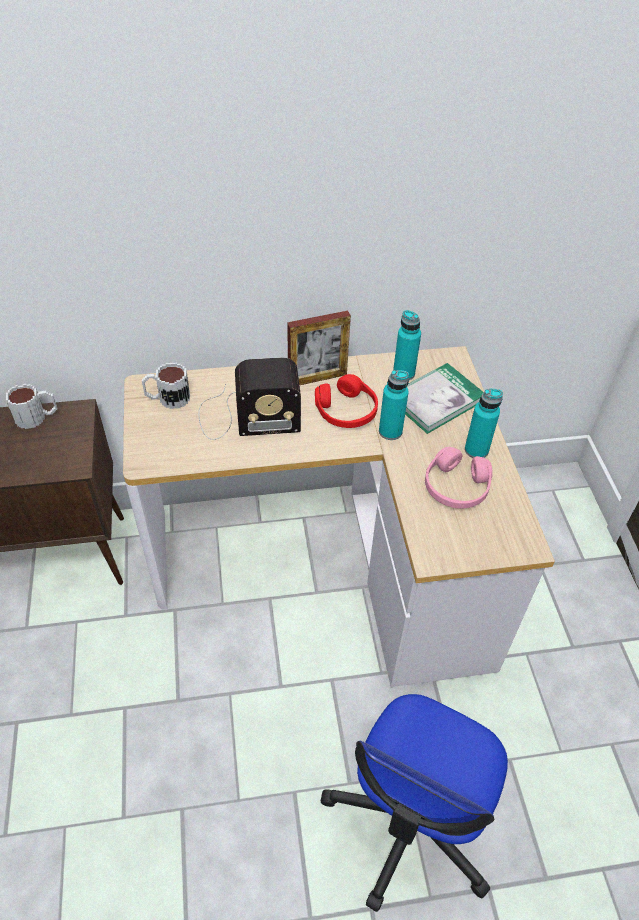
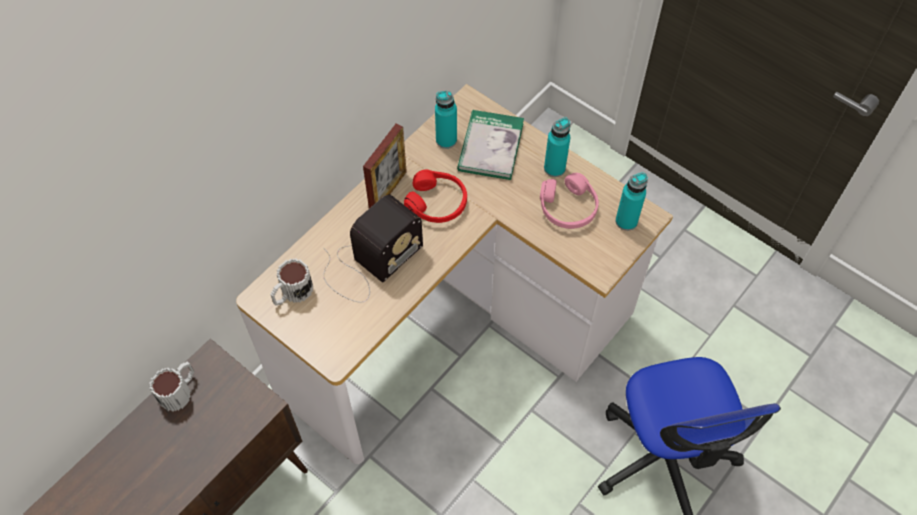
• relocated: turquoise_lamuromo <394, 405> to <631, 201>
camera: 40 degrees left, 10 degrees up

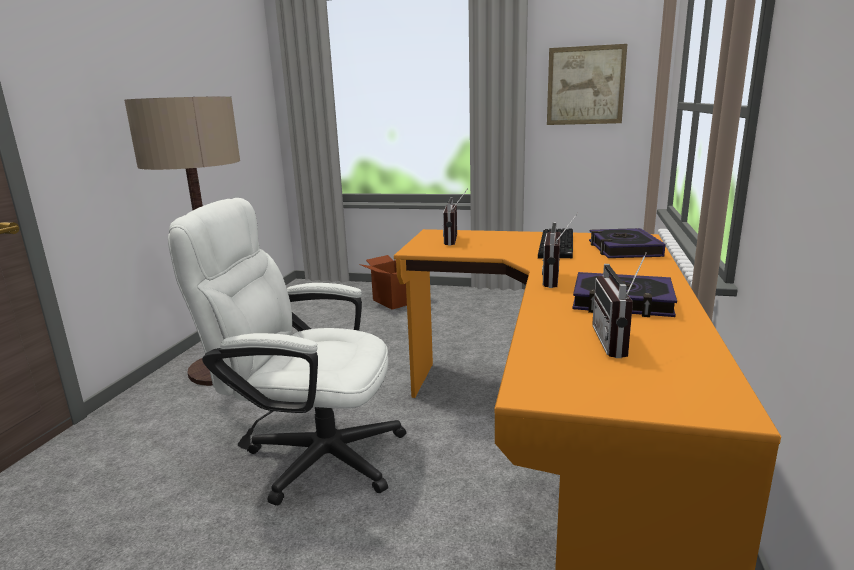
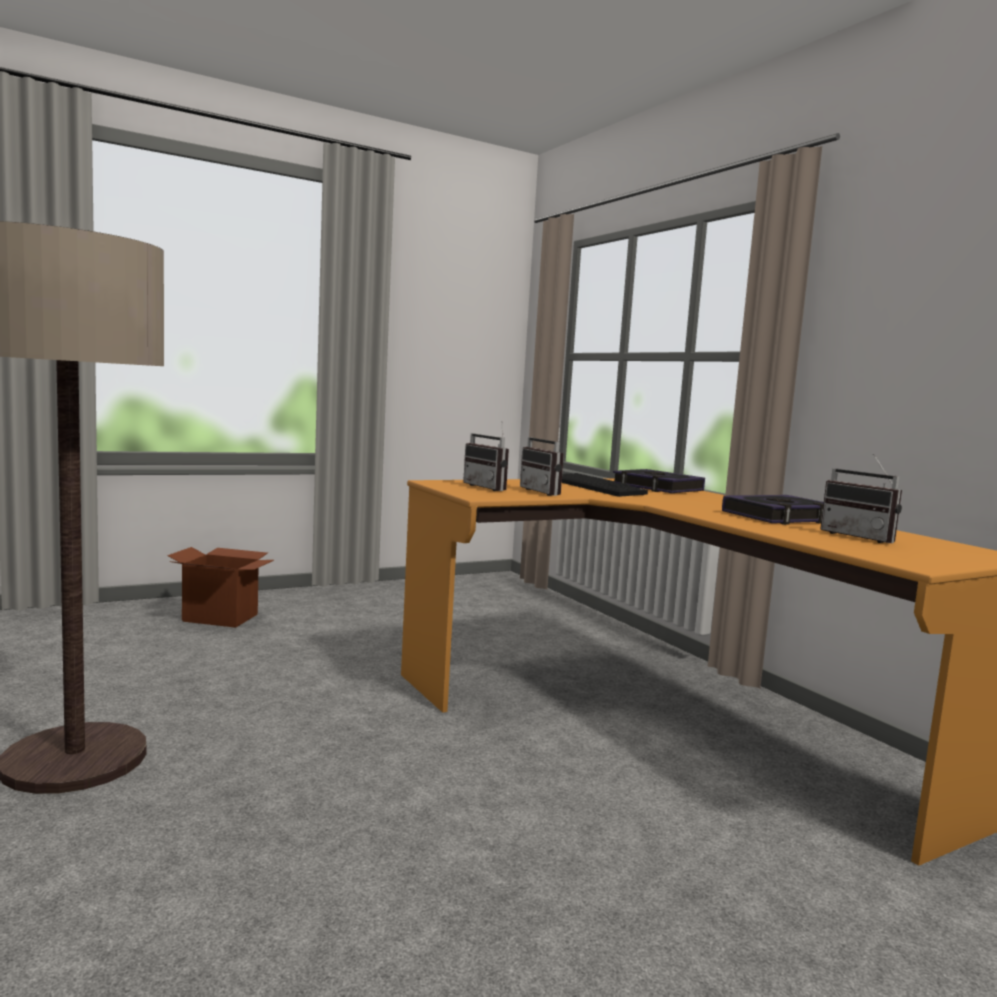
• missing: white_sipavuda <287, 351>
• relocated: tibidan <560, 250> to <542, 460>
• missing: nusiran <587, 84>
camera: 45 degrees left, 10 degrees down

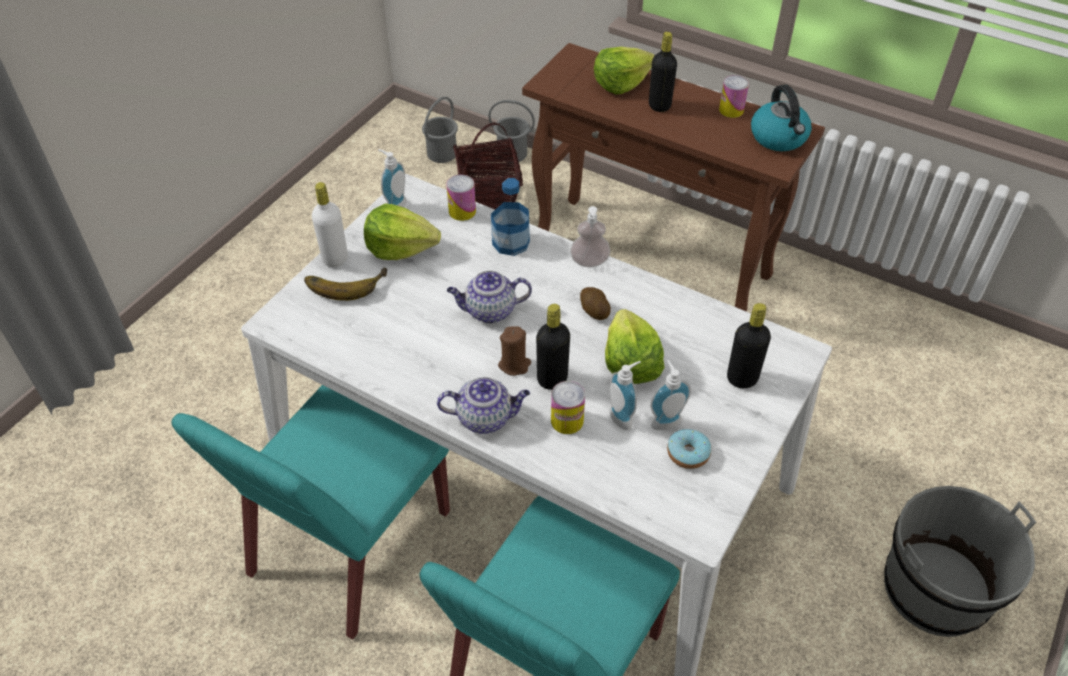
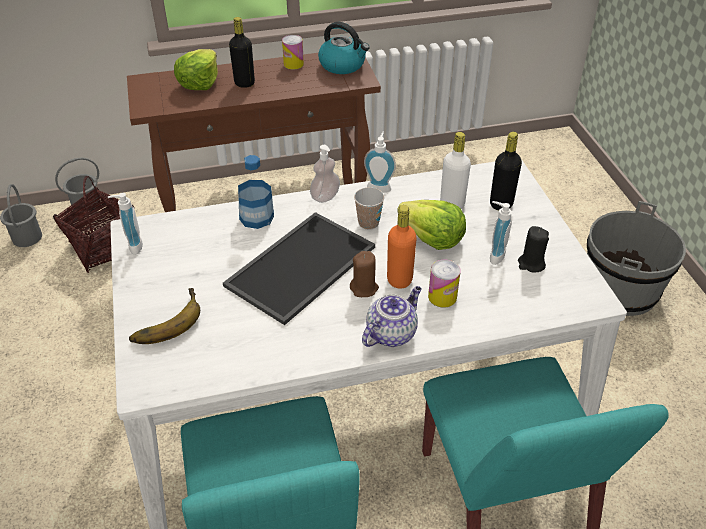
• relocated: white_lamuromo <330, 224> to <455, 170>
• missing: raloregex <402, 231>
• missing: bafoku <461, 198>
• exchanged: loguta <489, 296> to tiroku <299, 268>
• colour: black_lamuromo <553, 347> to orange_lamuromo <402, 247>
• exchanged: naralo <595, 303> to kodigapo <369, 208>
• relocated: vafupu <625, 395> to <380, 162>
• exchanged: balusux <689, 449> to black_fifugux <533, 249>
camera: 45 degrees left, 5 degrees down

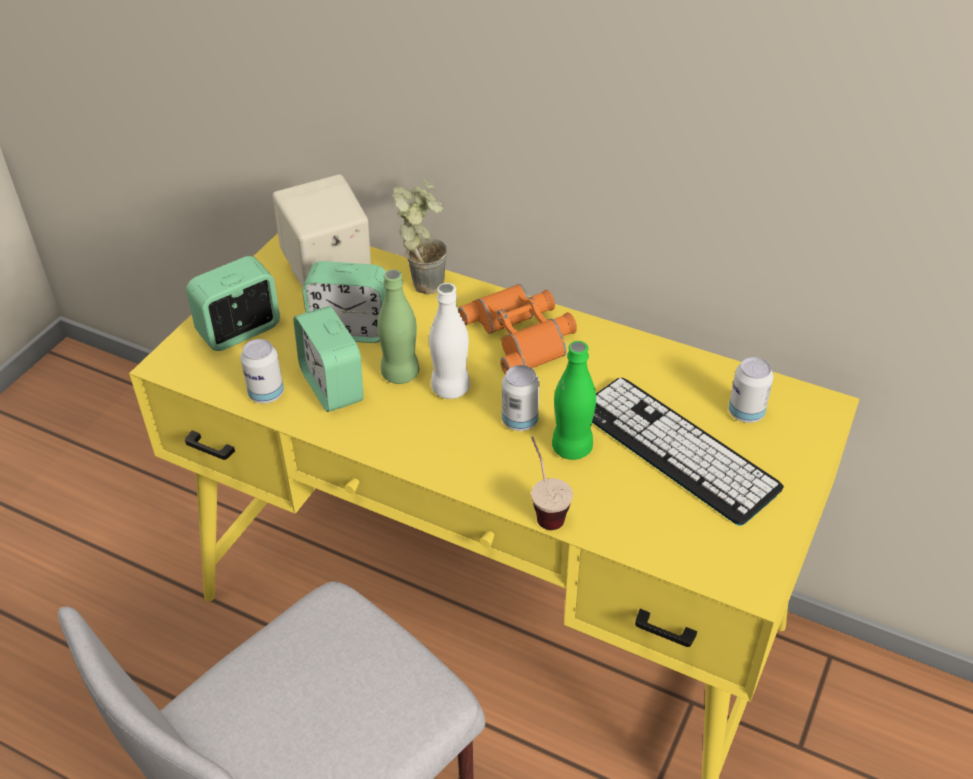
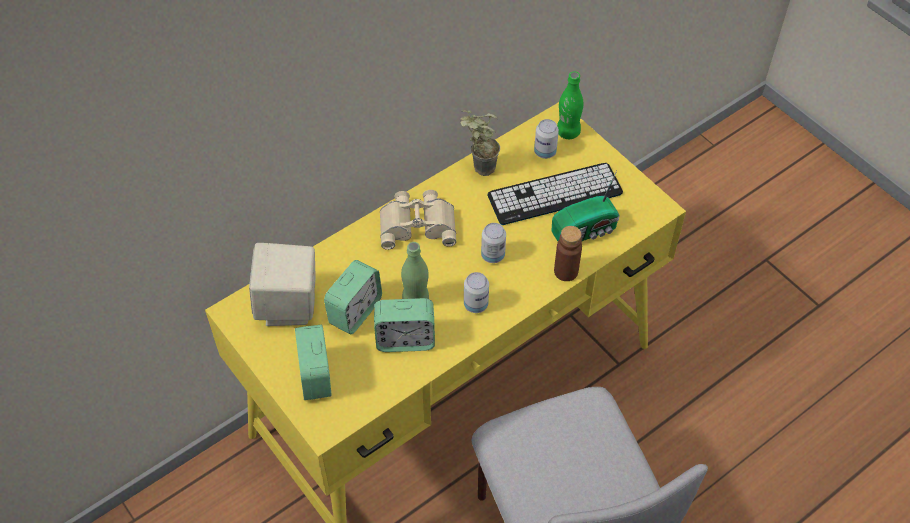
• relocated: bafoku <262, 371> to <476, 292>
• relocated: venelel <420, 236> to <480, 143>
• missing: white_lamuromo <449, 341>
• colour: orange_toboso <517, 329> to beige_toboso <418, 220>
• exchanged: kodigapo <552, 483> to brown_lamuromo <568, 253>
• relocated: green_lamuromo <574, 400> to <570, 105>
• appeared: tibidan <586, 206>
camera: 65 degrees left, 10 degrees up

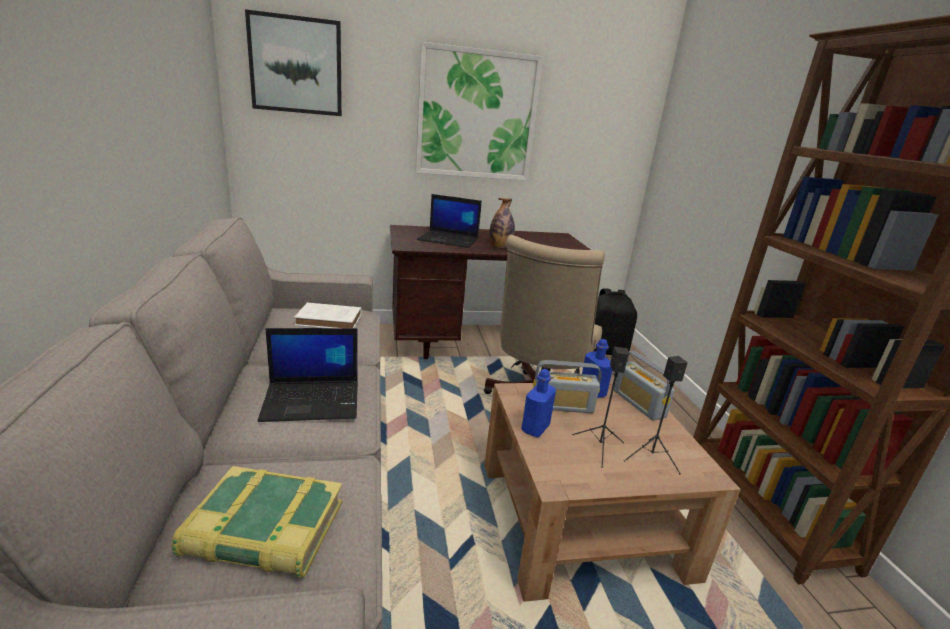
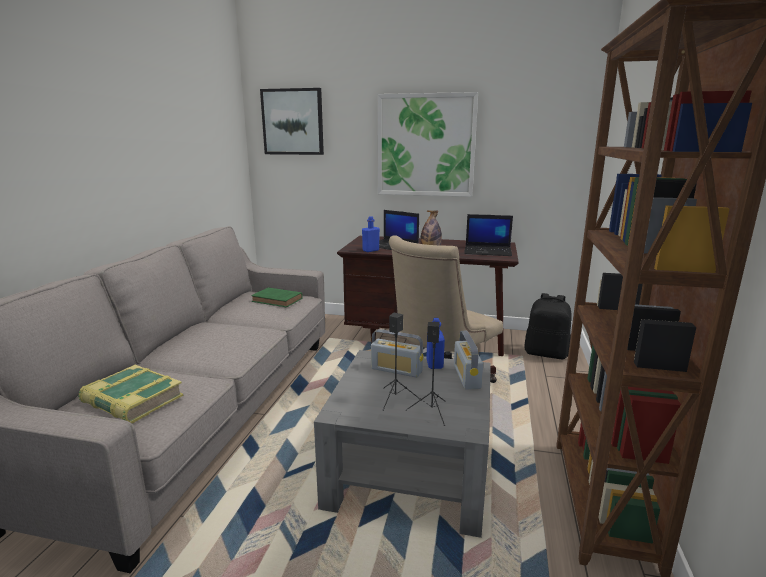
• relocated: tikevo <308, 375> to <488, 235>
• colour: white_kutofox <327, 315> to green_kutofox <277, 297>
• colour: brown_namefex <612, 492> to grey_namefex <402, 444>
• relocated: blue_lamuromo <539, 403> to <371, 234>
camera: 25 degrees right, 5 degrees down

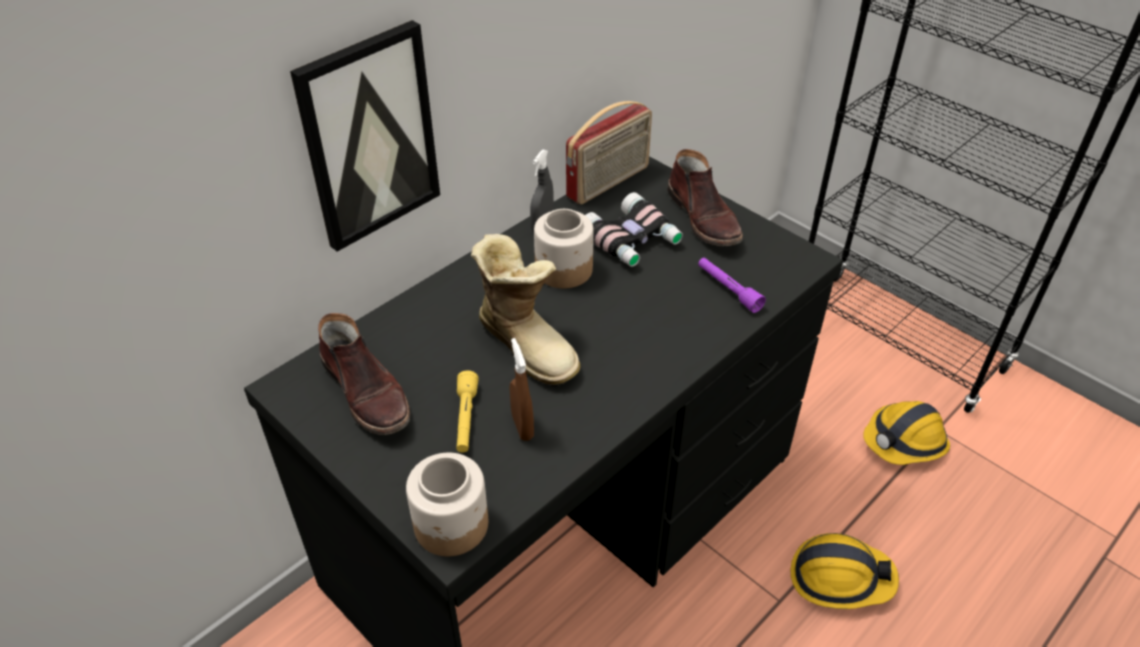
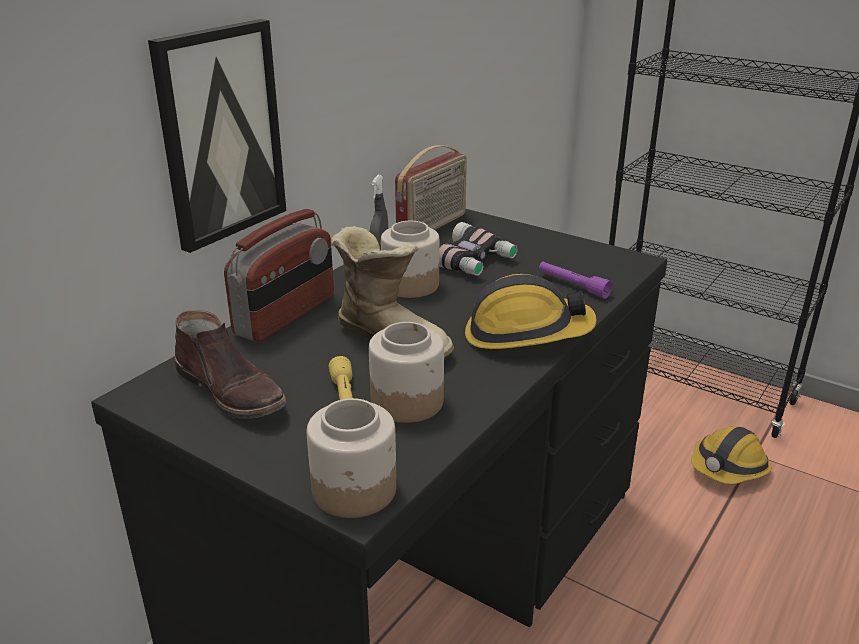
• exchanged: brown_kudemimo <522, 389> to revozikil <406, 372>
• missing: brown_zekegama <705, 197>
• relocated: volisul <844, 571> to <530, 311>
• appeared: tibidan <279, 275>
camera: 10 degrees left, 15 degrees down

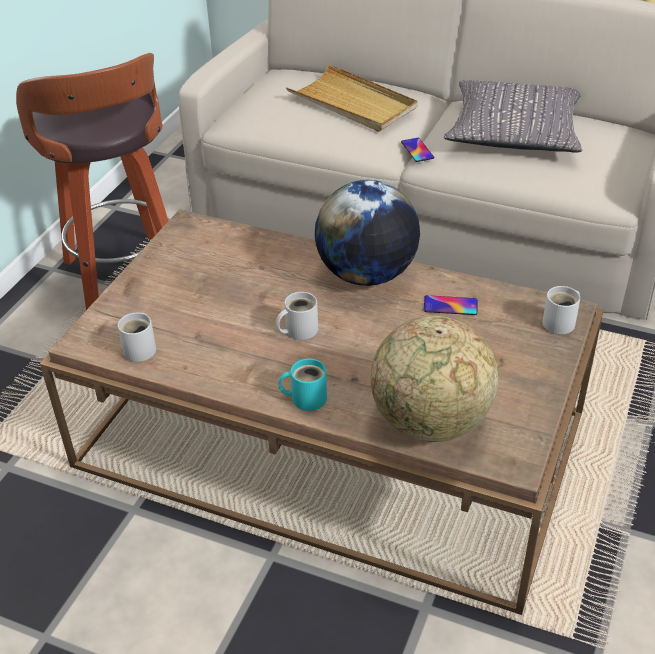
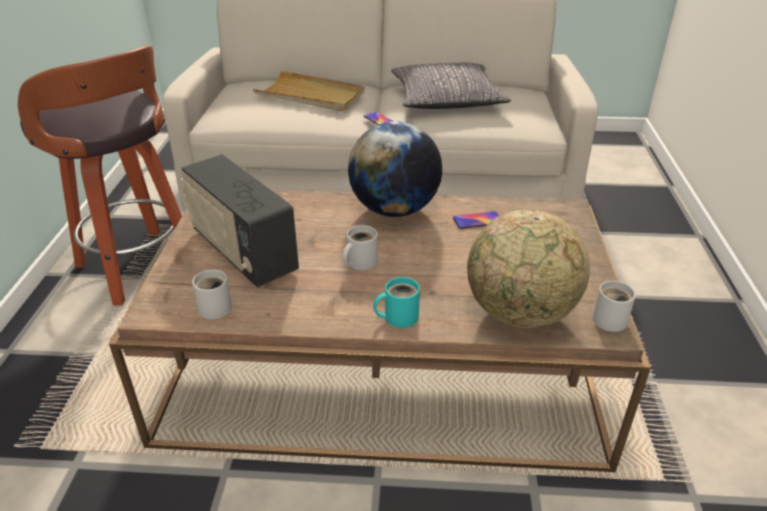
• relocated: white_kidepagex <561, 310> to <614, 306>
• appeared: tibidan <240, 220>
camera: 20 degrees left, 5 degrees down

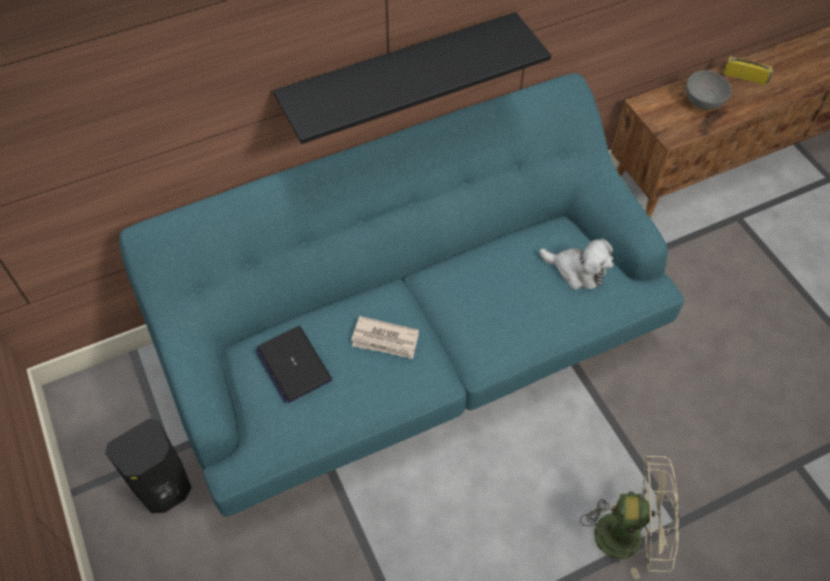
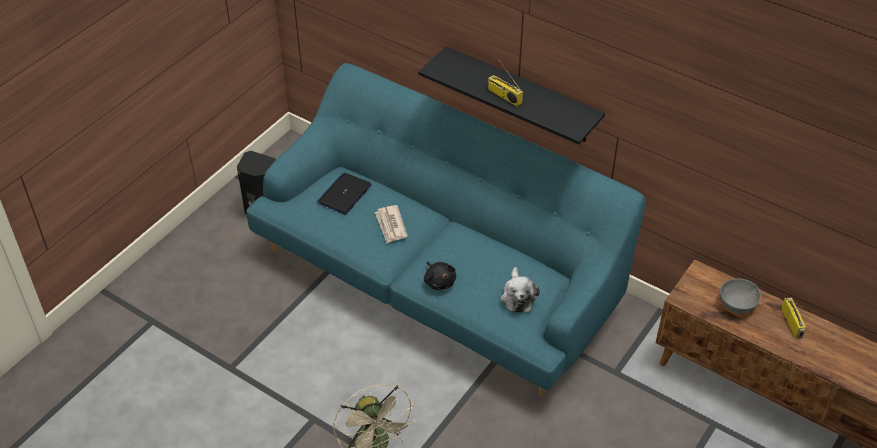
• appeared: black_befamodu <440, 276>
• appeared: tibidan <505, 83>
camera: 60 degrees right, 10 degrees down

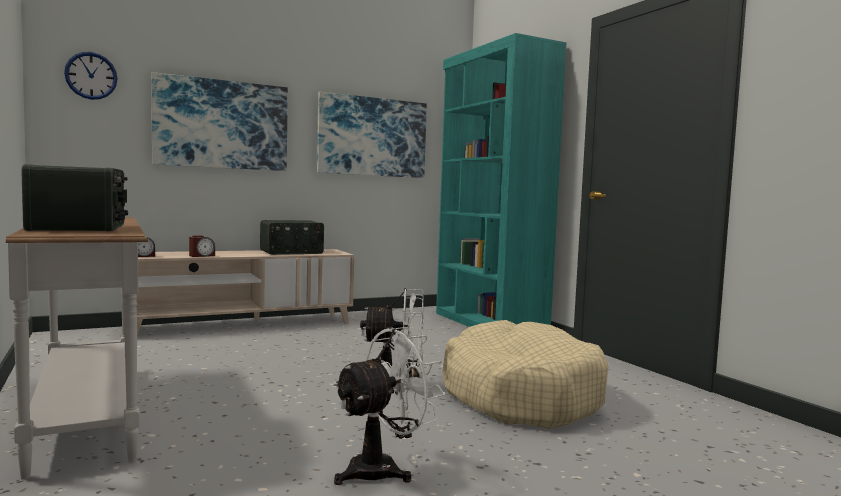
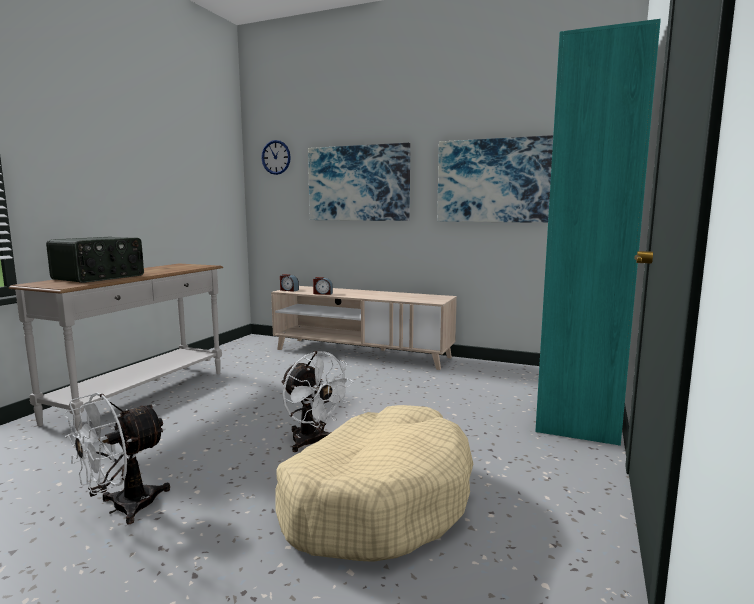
• missing: tibidan <292, 237>
• spun: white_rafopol <389, 406> = <117, 458> 120 degrees clockwise
camera: 50 degrees right, 5 degrees up

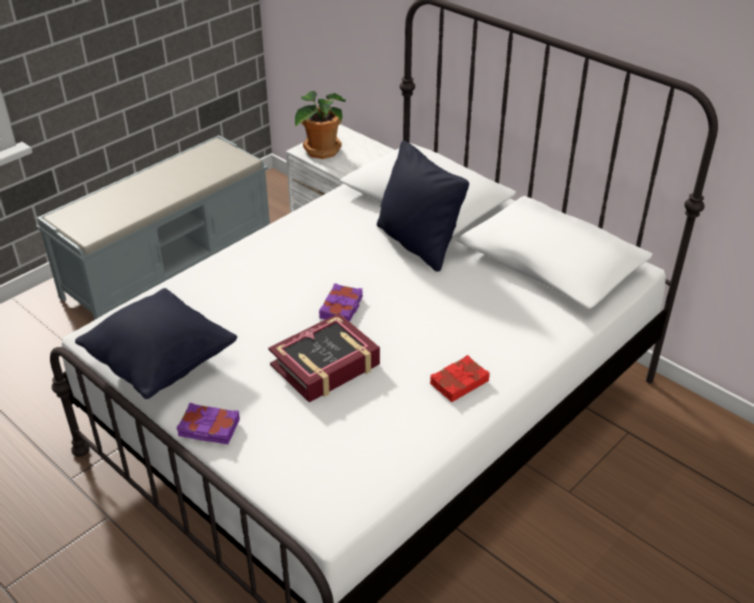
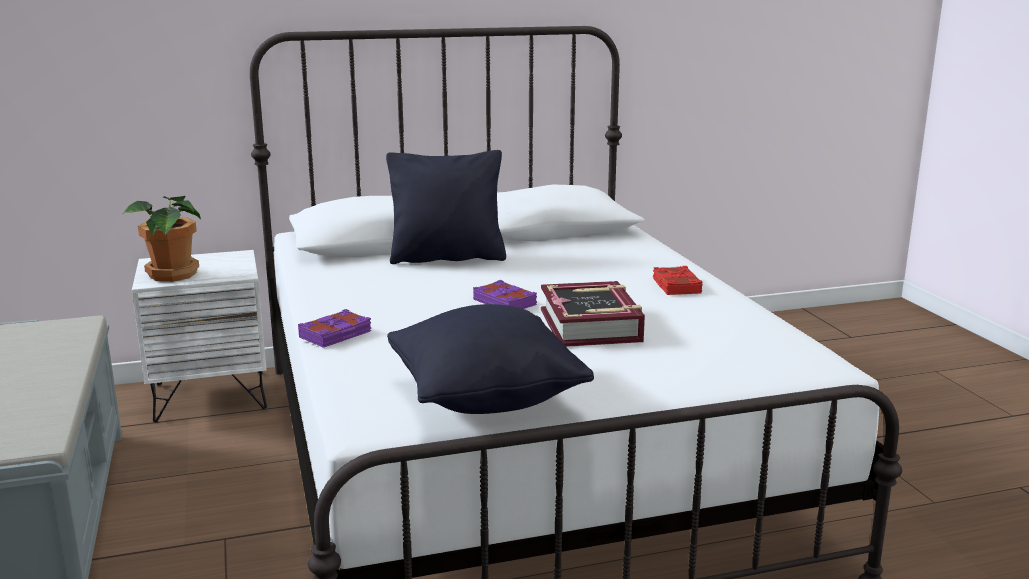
• relocated: purple_kutofox <208, 423> to <334, 328>
camera: 60 degrees left, 20 degrees down

